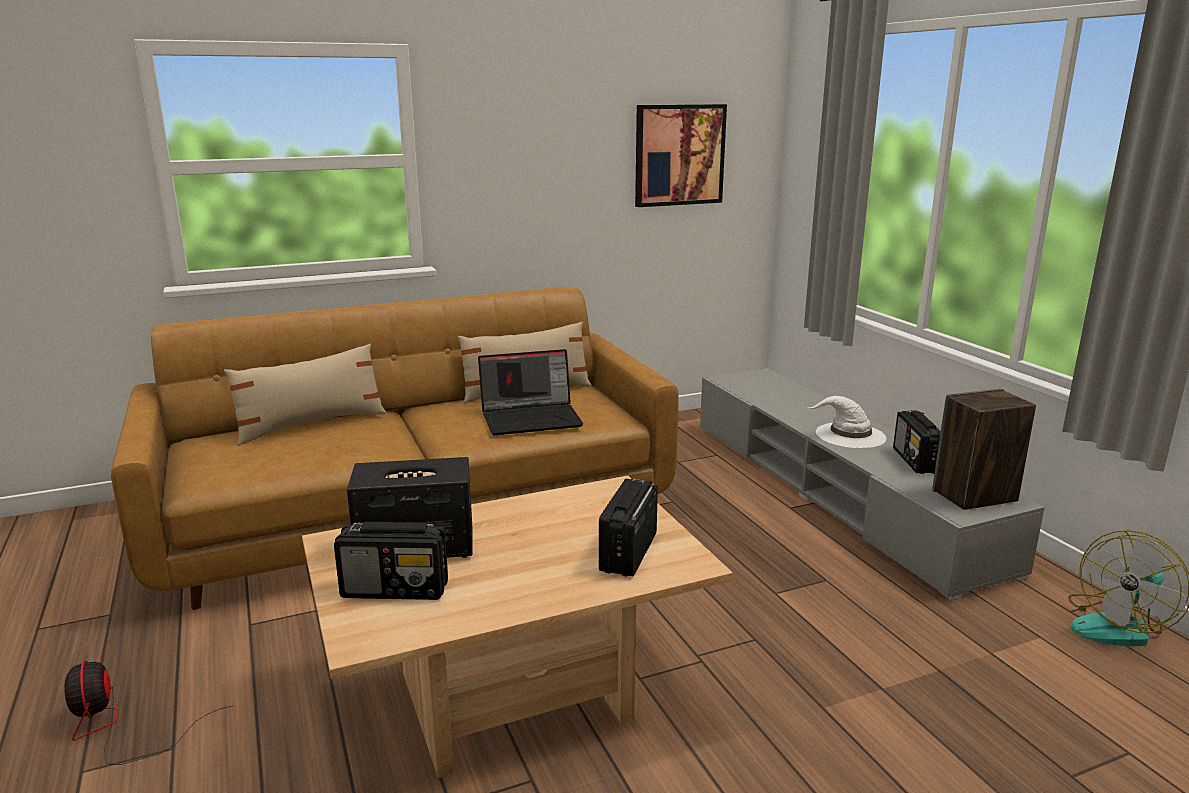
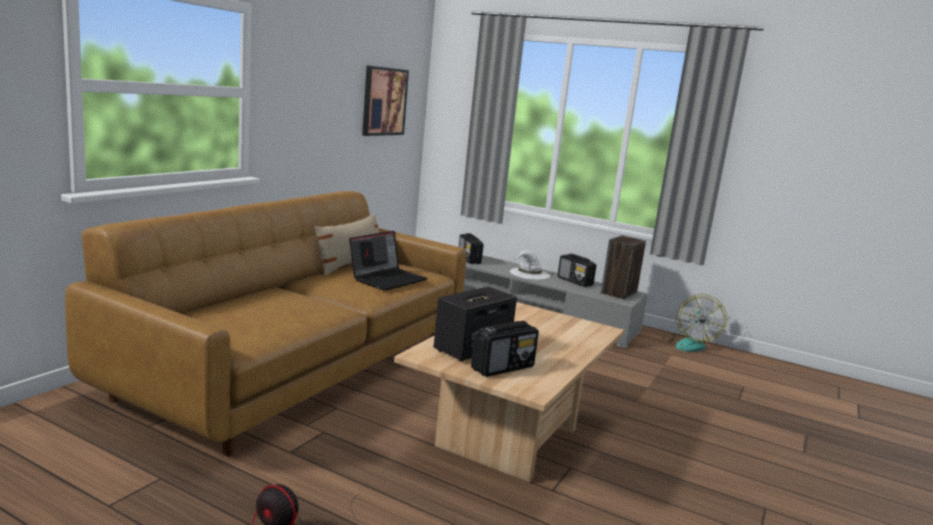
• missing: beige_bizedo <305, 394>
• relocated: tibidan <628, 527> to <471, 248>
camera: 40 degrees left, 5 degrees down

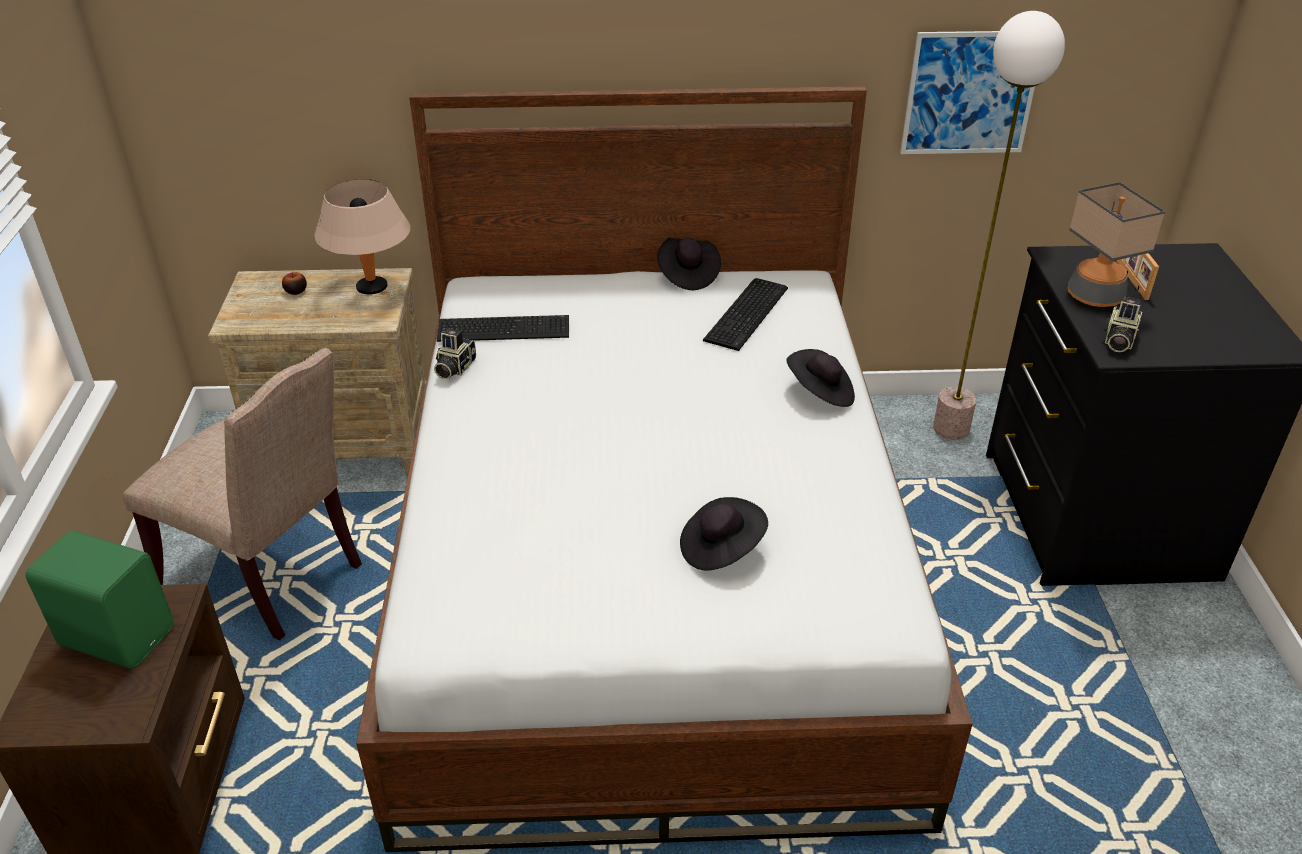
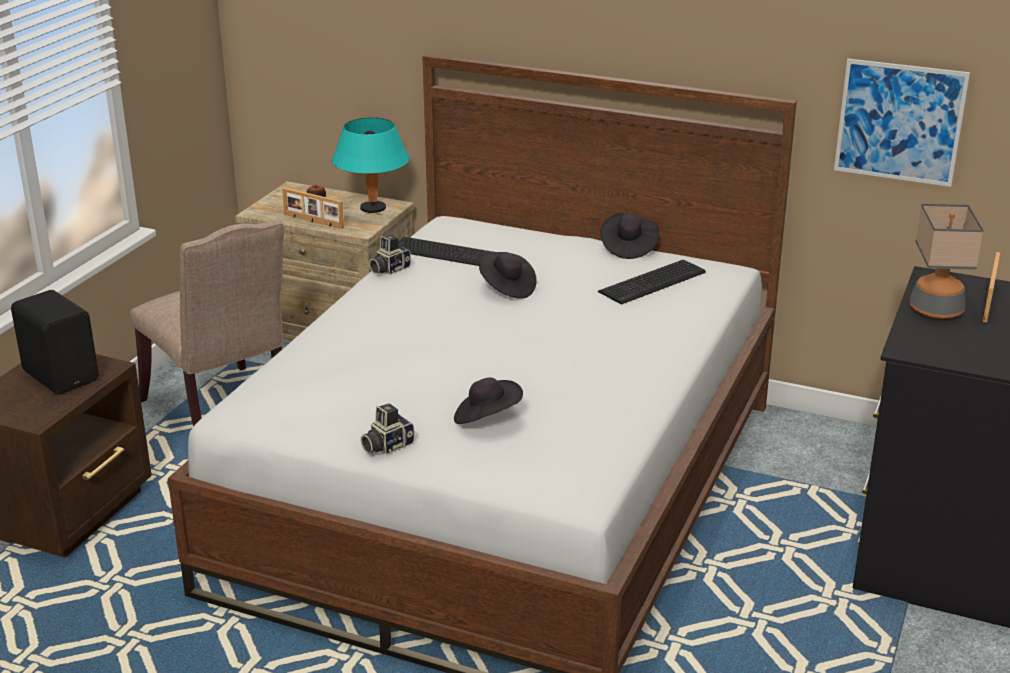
• colour: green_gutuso <100, 600> to black_gutuso <55, 342>
• colour: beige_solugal <362, 237> to turquoise_solugal <371, 165>
• relocated: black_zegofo <820, 378> to <508, 275>
• missing: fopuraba <999, 225>
• relocated: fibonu <1122, 324> to <387, 429>
• appeared: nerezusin <313, 208>
camera: 25 degrees right, 10 degrees down

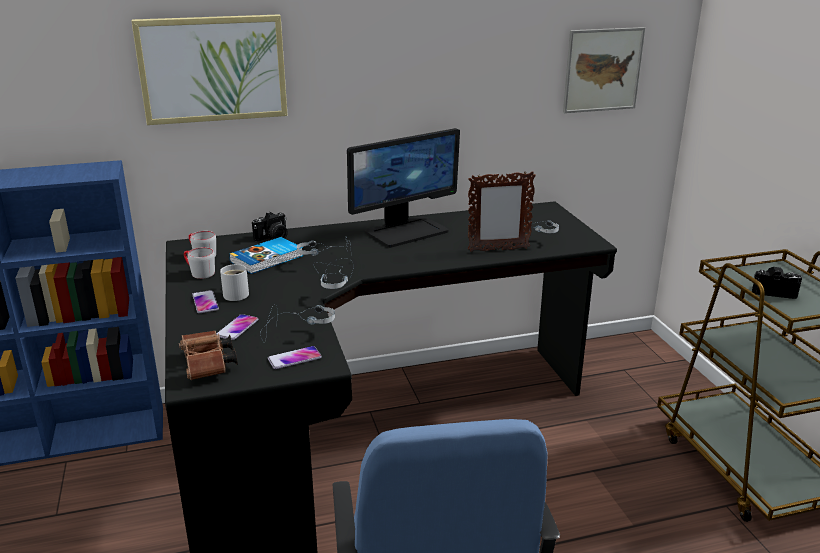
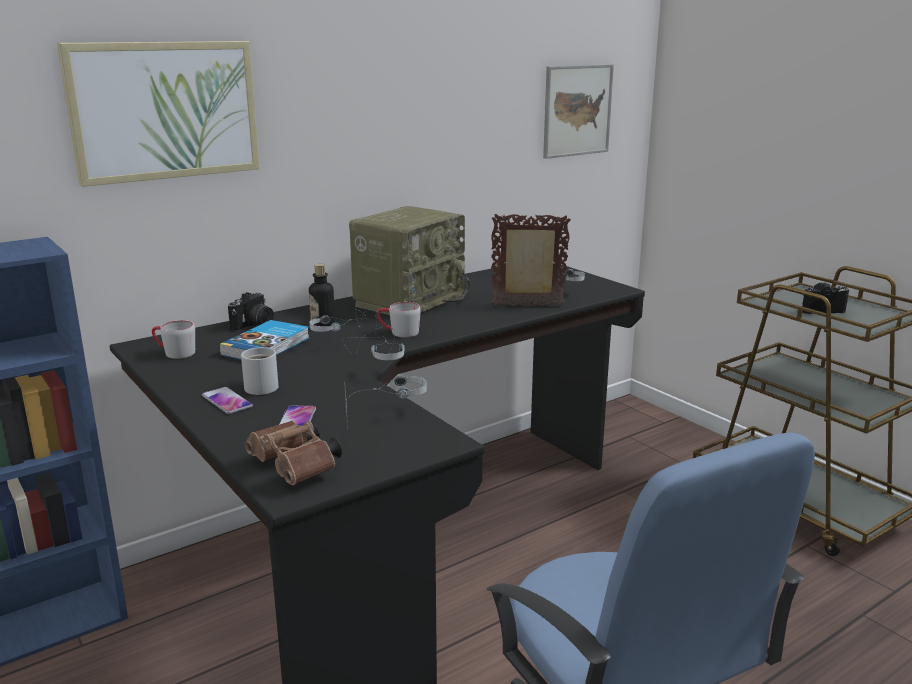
• relocated: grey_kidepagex <199, 263> to <399, 320>
• missing: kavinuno <295, 357>
• exchanged: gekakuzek <403, 188> to tibidan <409, 260>
• spun: nerezusin <502, 211> = <531, 260> 150 degrees counterclockwise
• appeared: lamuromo <322, 295>
camera: 20 degrees left, 5 degrees down

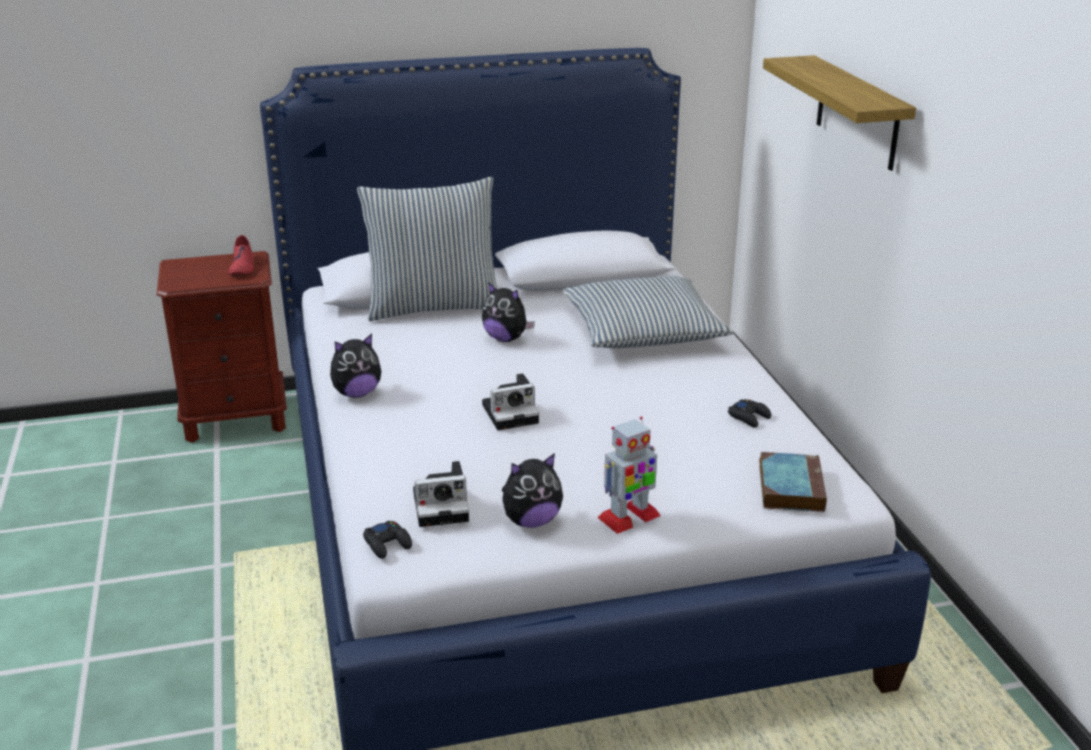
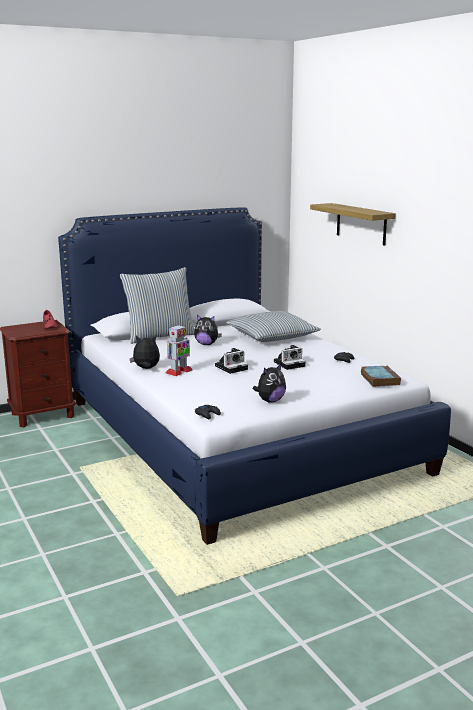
• spun: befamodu <355, 366> = <145, 352> 135 degrees counterclockwise
• relocated: fibonu <441, 494> to <290, 357>
• relocated: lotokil <629, 475> to <179, 350>
camera: 15 degrees left, 10 degrees down

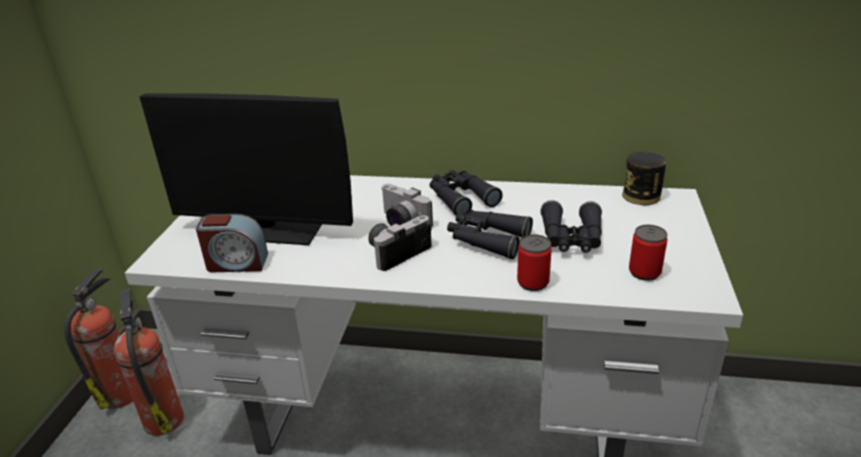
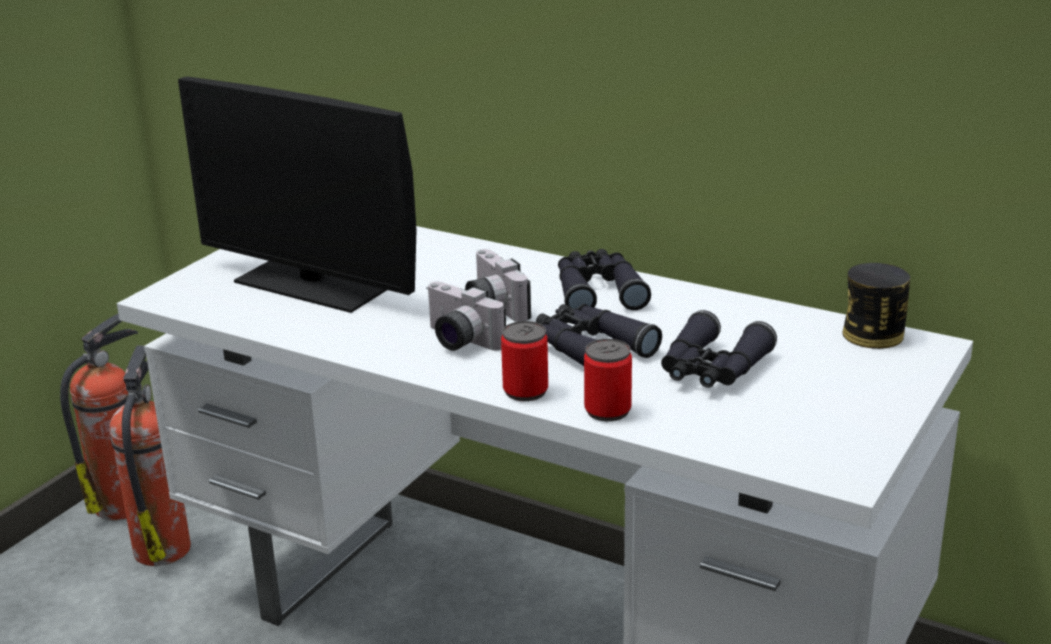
• missing: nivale <232, 243>
• spun: fibonu <400, 243> = <466, 316> 120 degrees counterclockwise
• relocated: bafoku <648, 253> to <524, 361>
camera: 20 degrees right, 5 degrees down

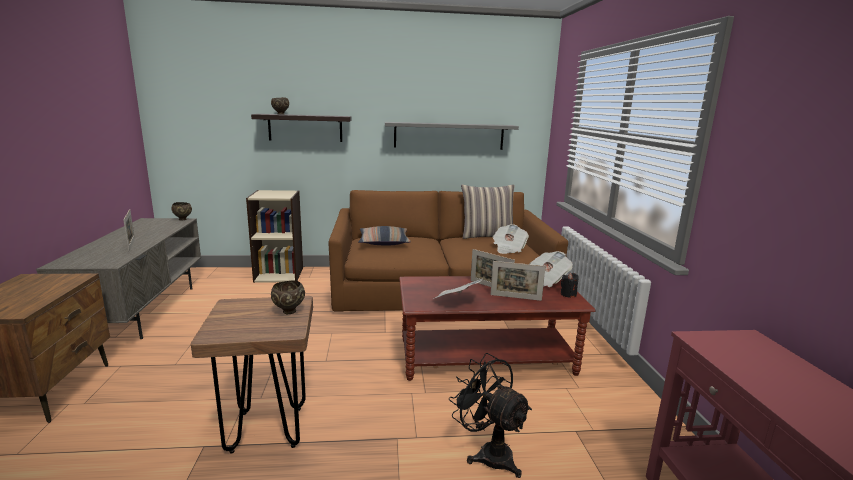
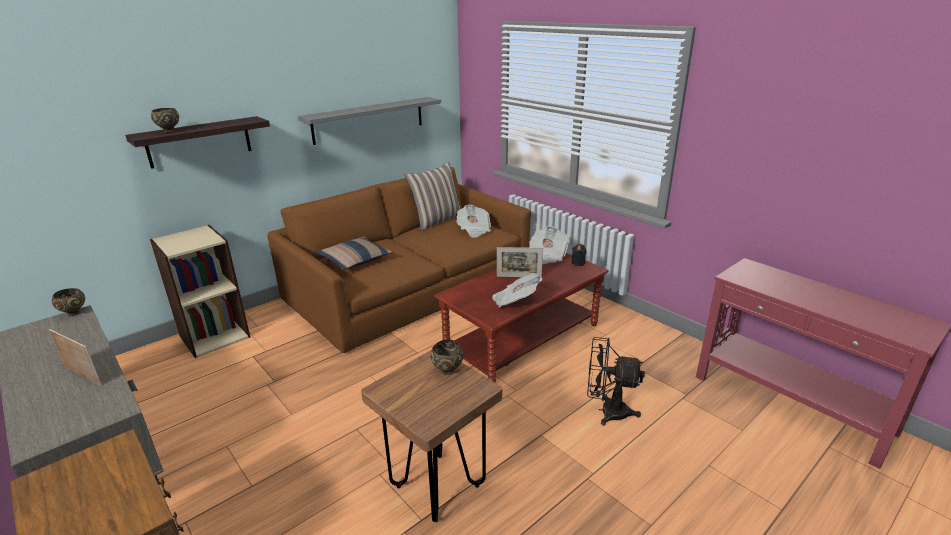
• missing: nerezusin <518, 281>
camera: 35 degrees left, 10 degrees up

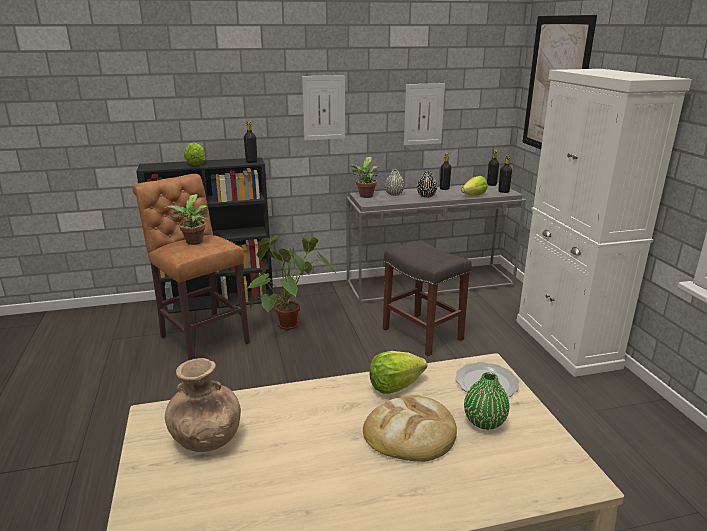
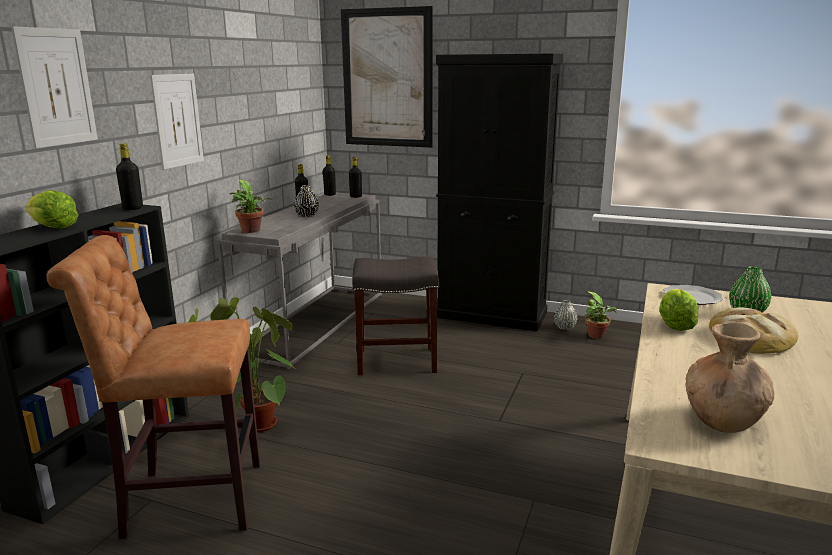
• relocated: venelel <186, 219> to <601, 315>
• relocated: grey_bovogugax <395, 182> to <565, 315>
• relocated: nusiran <424, 114> to <54, 87>
• missing: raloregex <474, 185>
• colour: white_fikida <604, 223> to black_fikida <499, 192>
camera: 55 degrees left, 5 degrees down

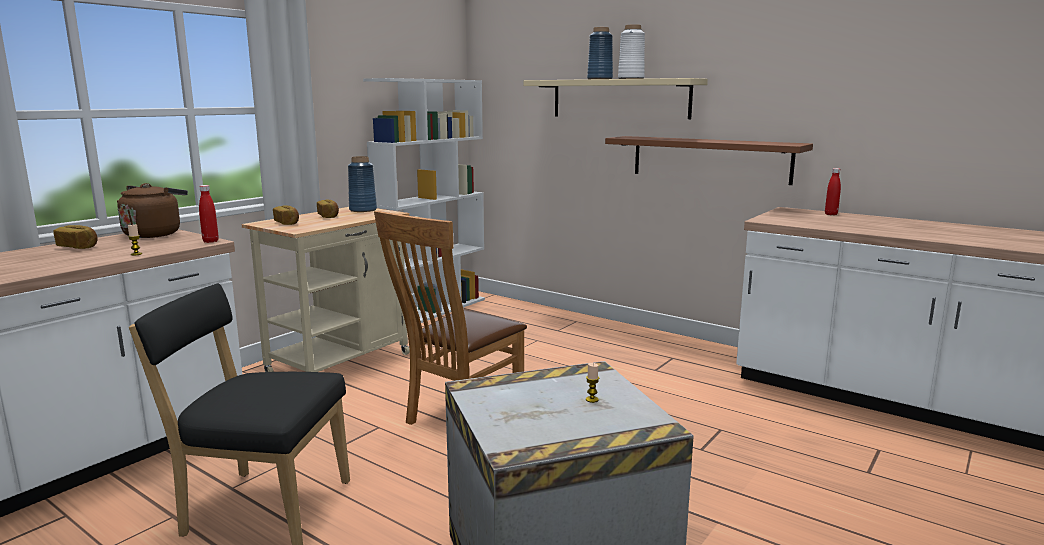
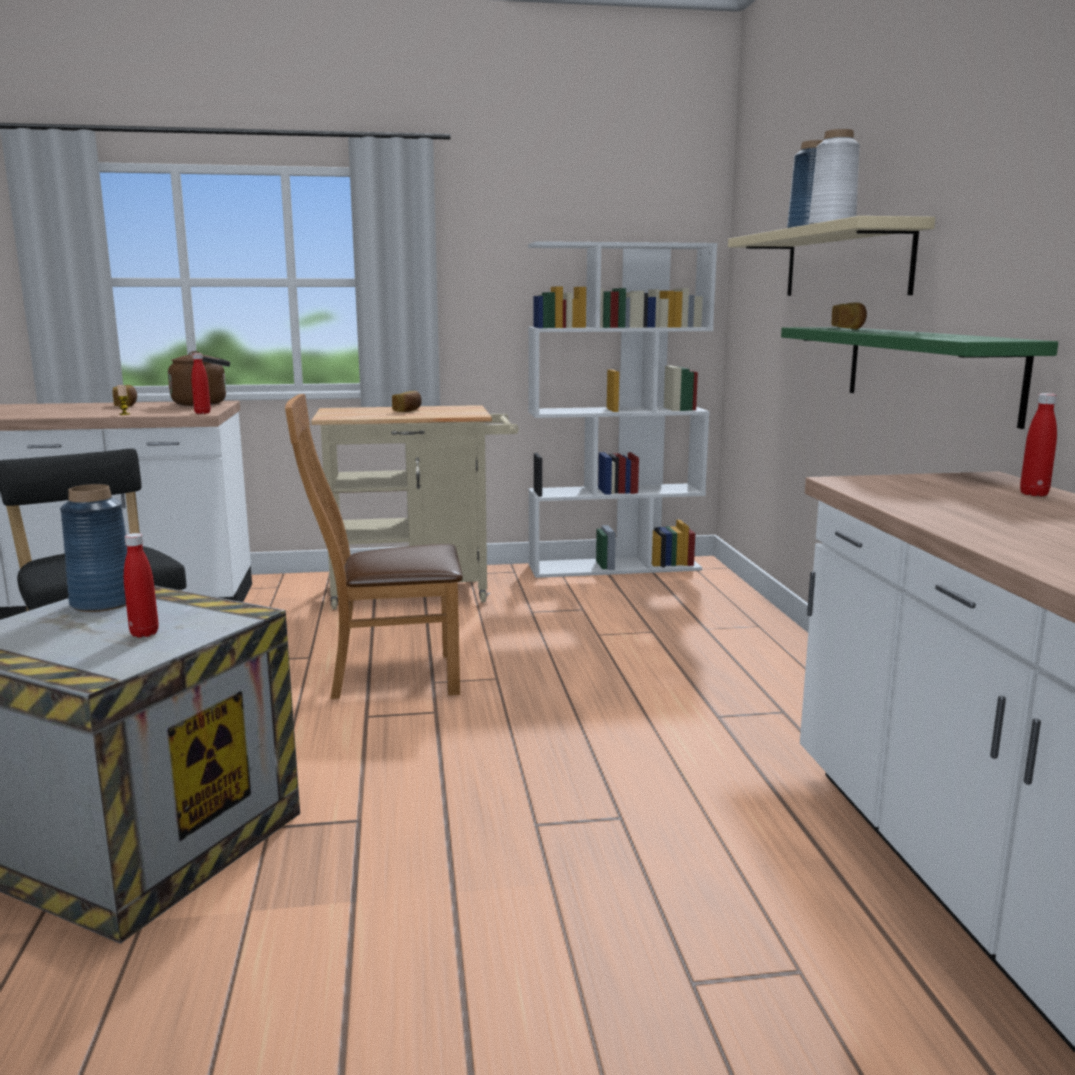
• relocated: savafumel <286, 215> to <849, 316>
• relocated: blue_bovogugax <362, 184> to <93, 548>
• exchanged: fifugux <592, 383> to red_lamuromo <141, 585>
• colour: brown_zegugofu <709, 160> to green_zegugofu <919, 378>
camera: 45 degrees right, 0 degrees up

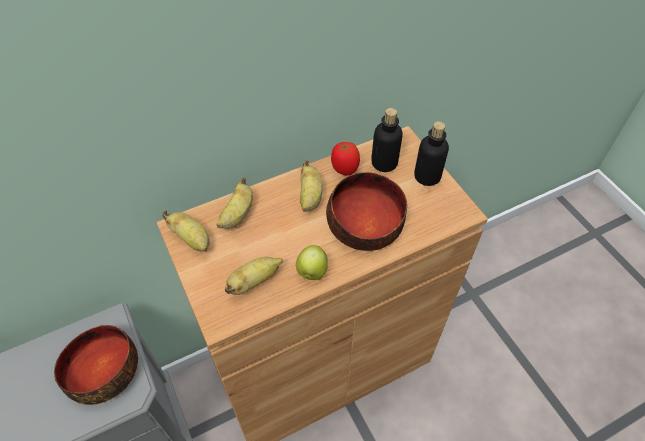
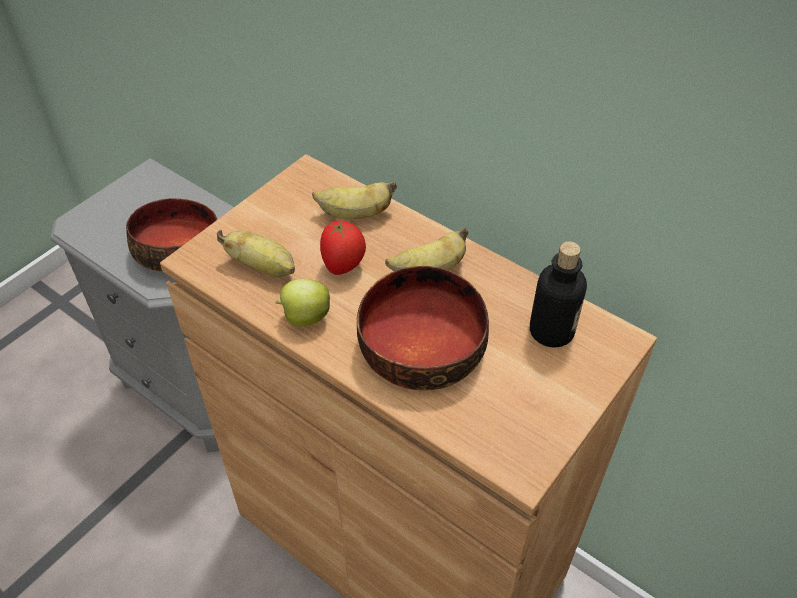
• missing: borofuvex <186, 231>
• relocated: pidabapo <345, 158> to <343, 247>
• missing: lamuromo <431, 153>
camera: 65 degrees right, 5 degrees down

